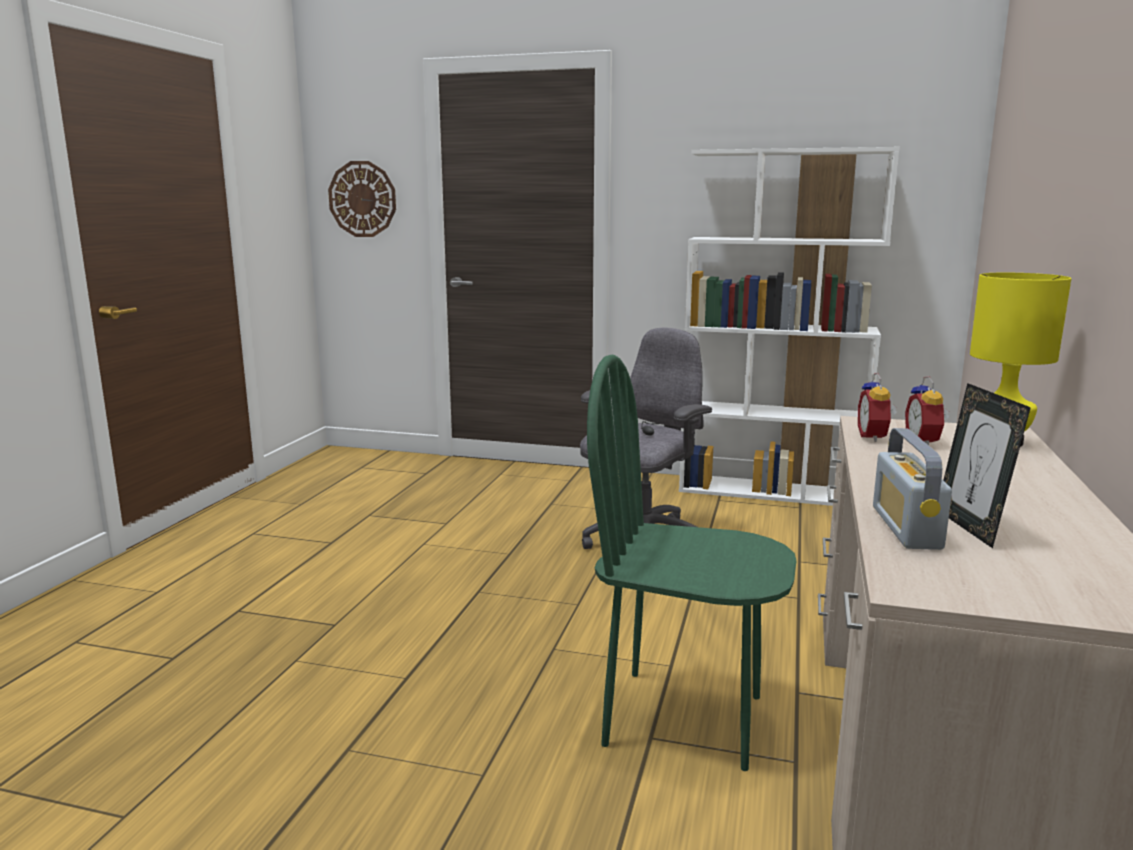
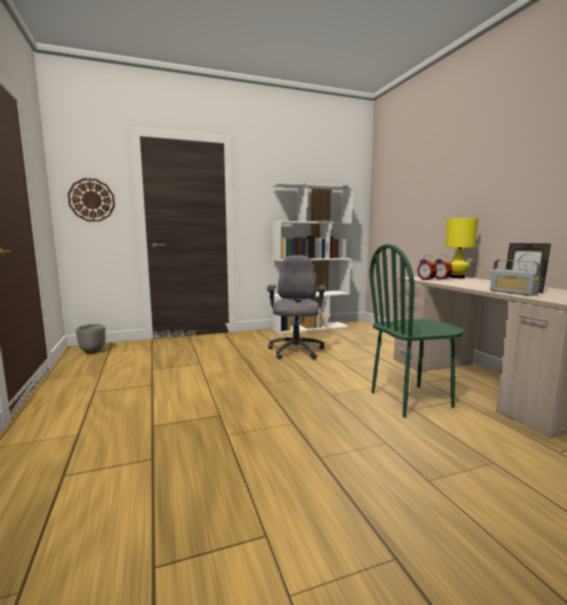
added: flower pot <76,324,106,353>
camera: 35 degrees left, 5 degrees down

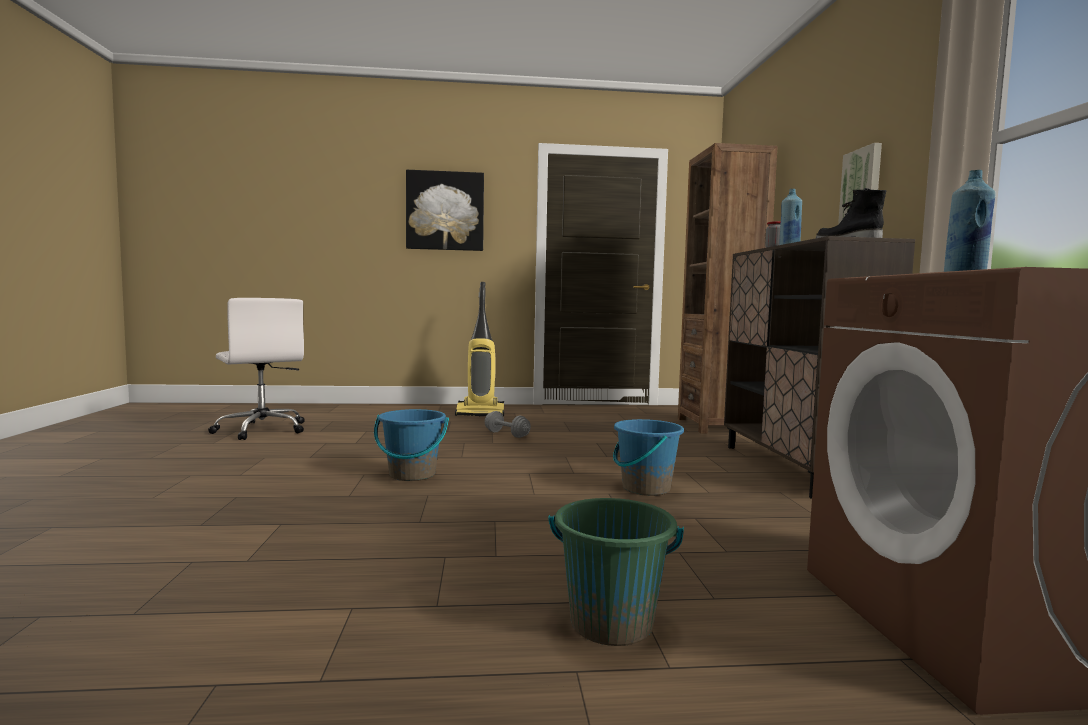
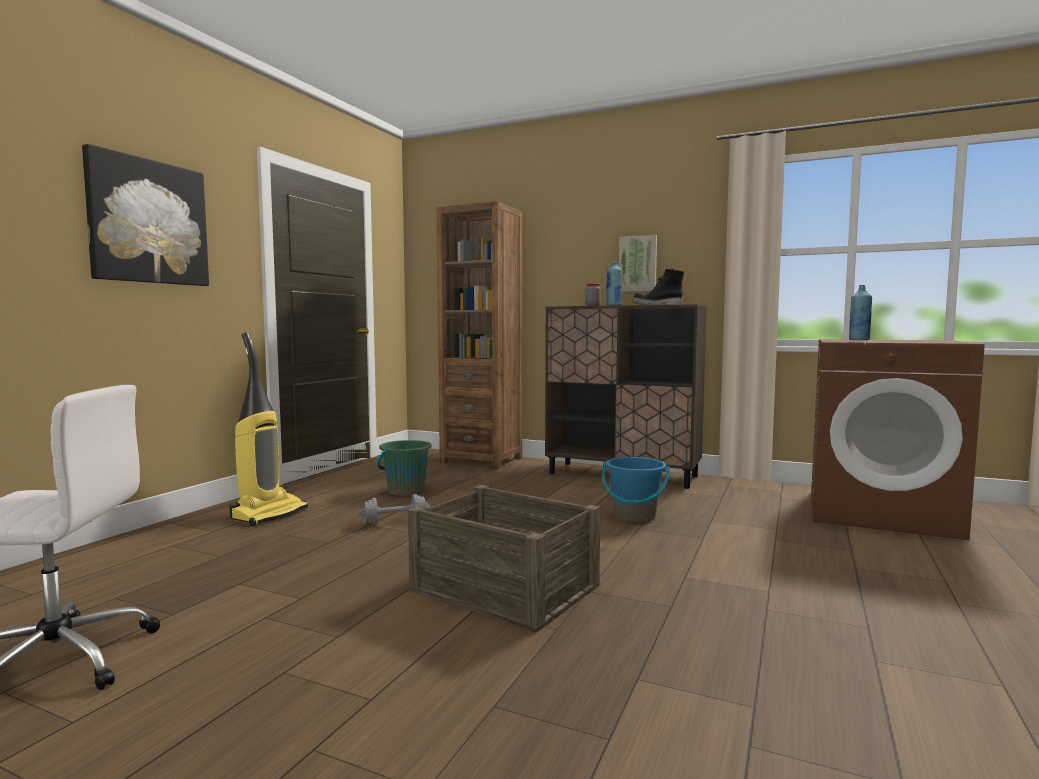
moved: water bucket (green-coloured) <548,498,684,646> to <377,440,432,496>
replaced: water bucket (blue-coloured) <374,409,449,481> to packing crate <408,485,600,633>
camera: 60 degrees left, 0 degrees up

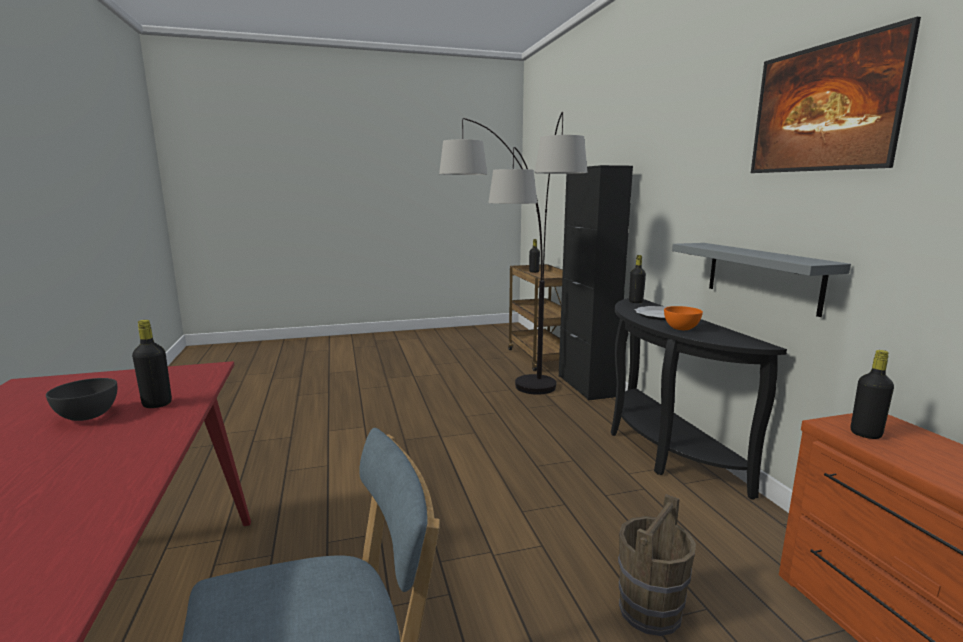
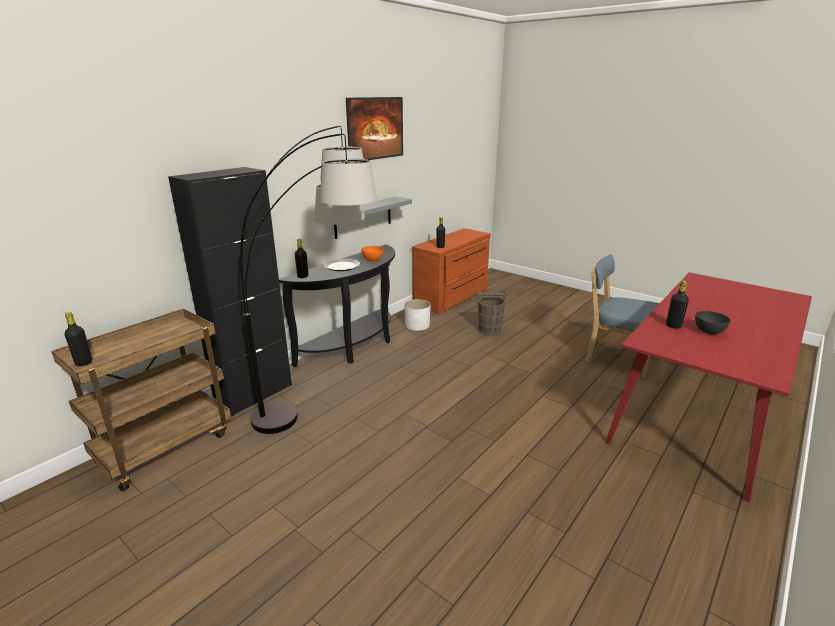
added: flower pot (white) <404,299,430,331>
camera: 125 degrees left, 10 degrees up

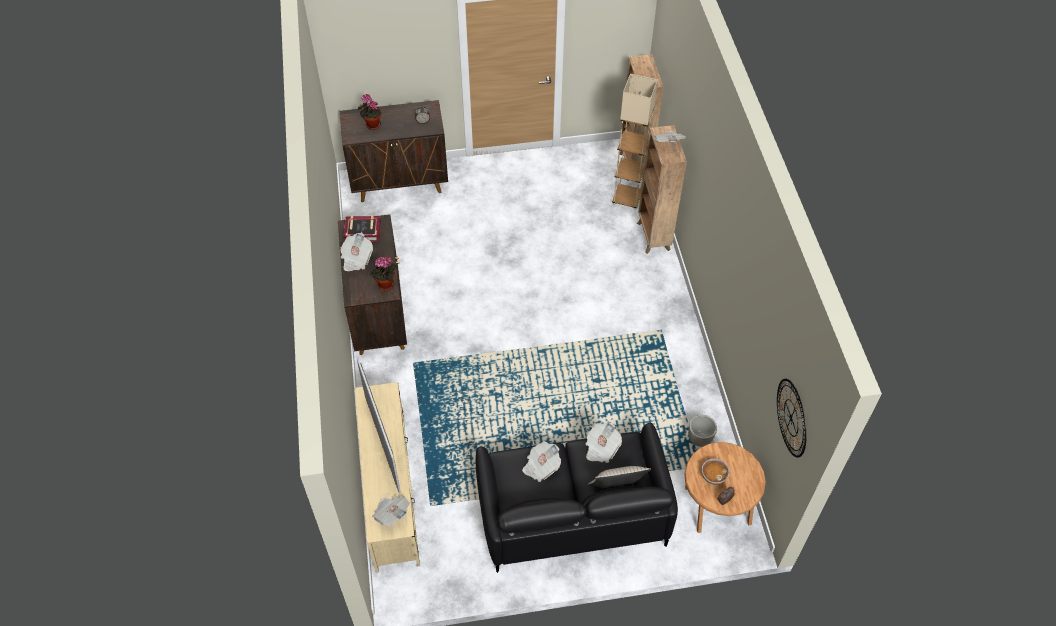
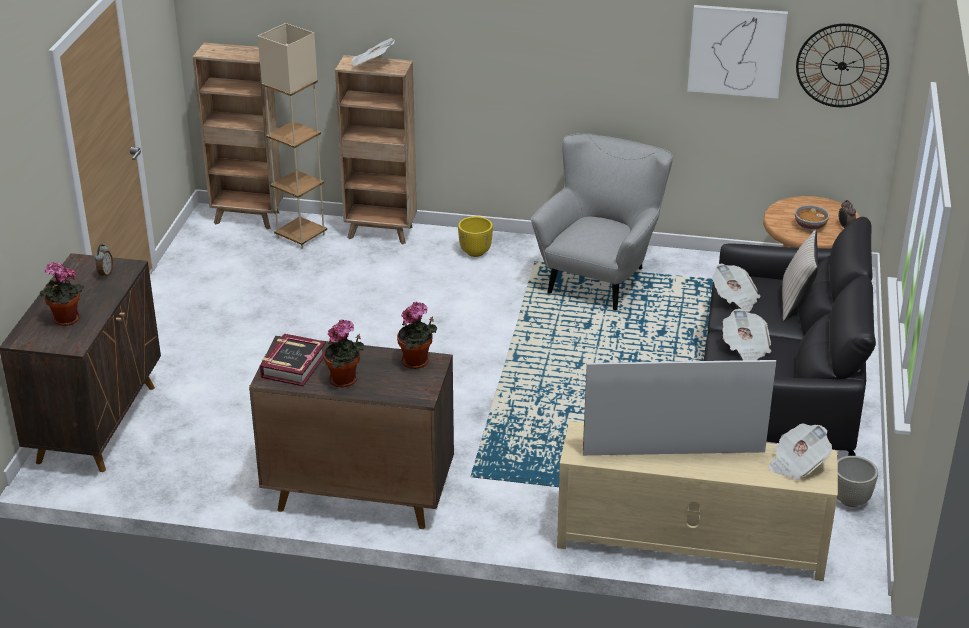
added: flower pot (yellowish) <458,216,493,257>; lounge chair (grey) <531,133,673,310>; wall picture <687,5,788,99>
moved: flower pot (grey) <688,415,717,447> to <837,456,878,507>
replaced: newspaper <340,233,373,271> to houseplant <324,319,365,388>
camera: 70 degrees left, 20 degrees down

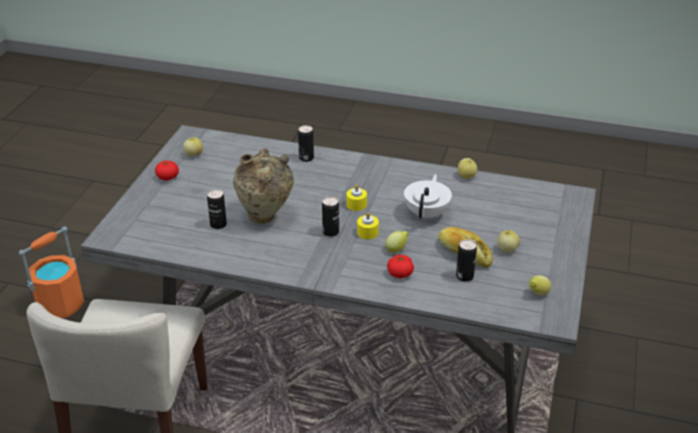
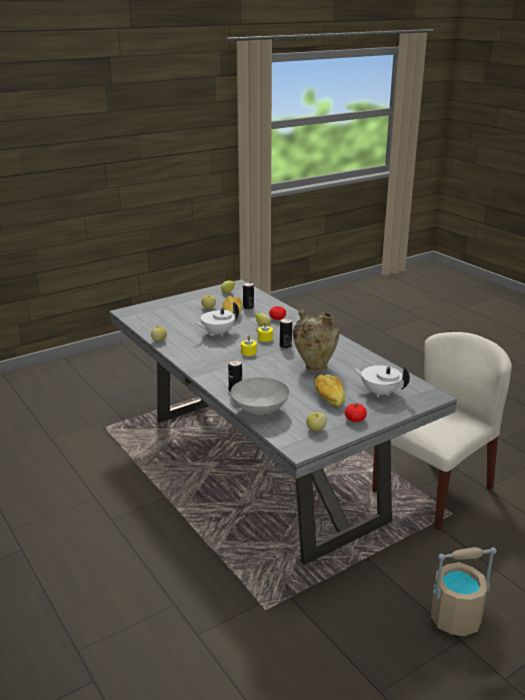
removed: can <207,189,227,229>
added: serving bowl (grey) <231,377,289,415>; bakery bread <314,374,345,407>; teapot (white) <353,365,410,397>
recoloured: water bucket (orange) <19,226,84,318> to water bucket (beige) <431,547,497,636>
camera: 140 degrees left, 10 degrees down

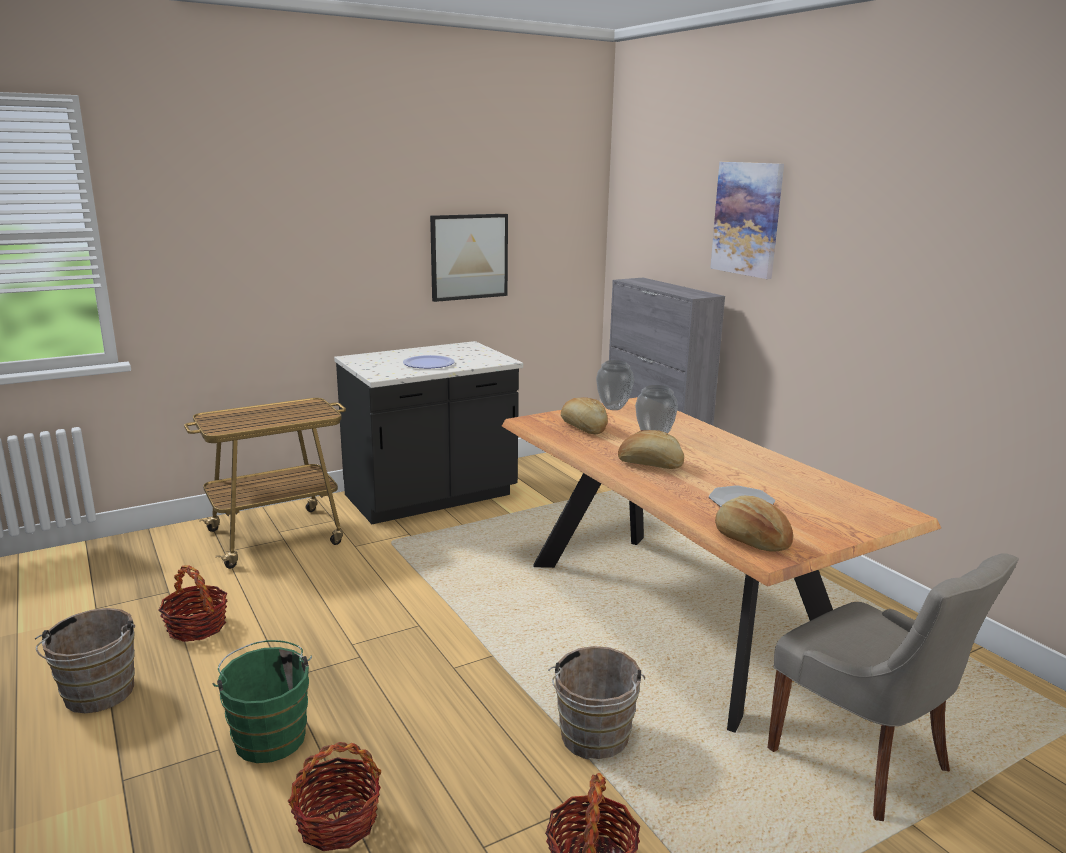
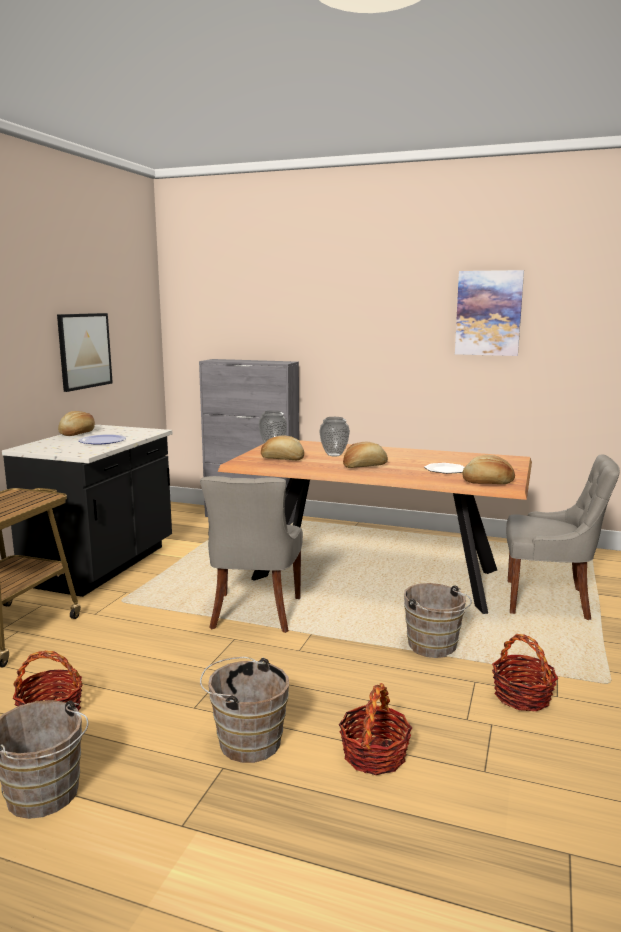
added: bakery bread <58,411,95,436>; chair (grey) <200,476,303,633>
moved: wall picture <710,162,784,279> to <455,270,524,356>
recoloured: water bucket (green-coloured) <213,640,312,763> to water bucket (brown) <200,657,289,763>
camera: 40 degrees left, 5 degrees down

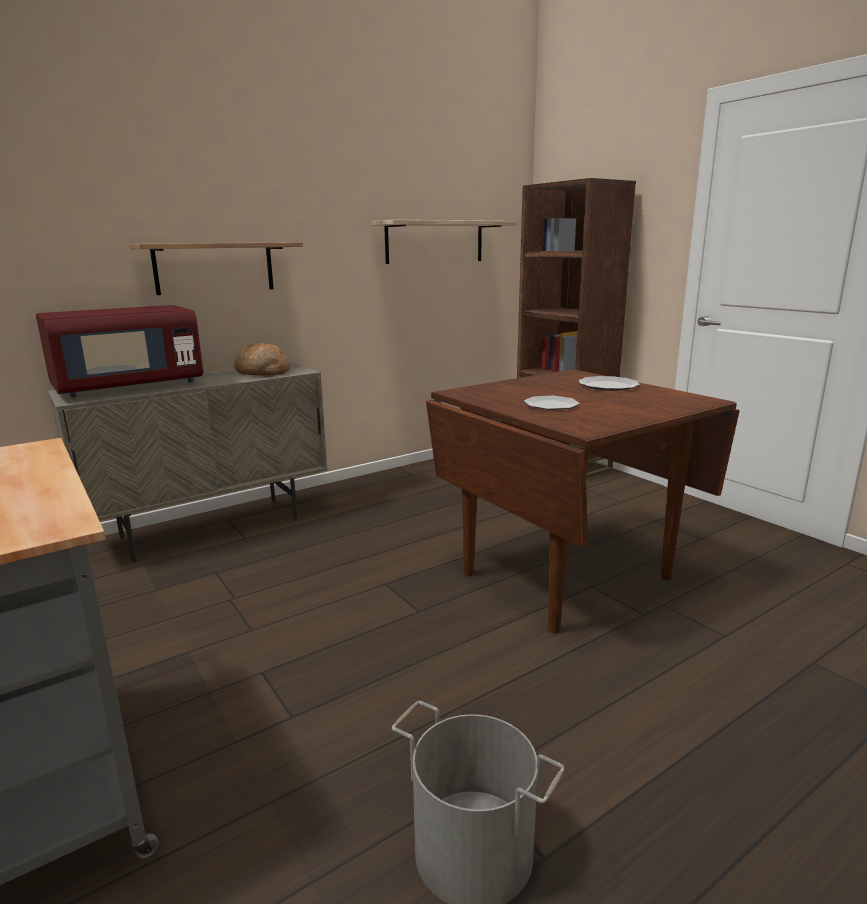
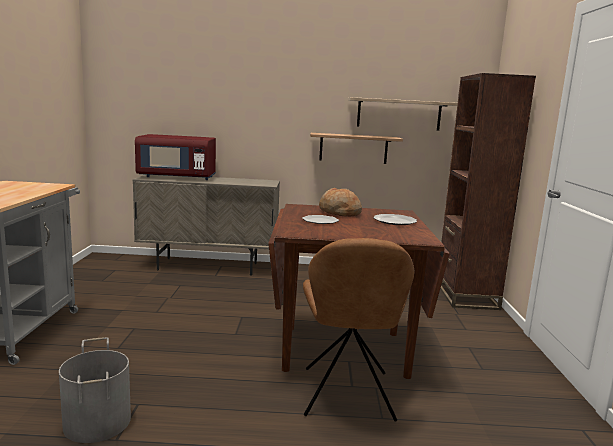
added: chair (brown) <303,238,415,422>
moved: wall shelf <129,242,303,295> to <310,133,403,164>; bakery bread <234,343,290,376> to <319,188,362,216>
camera: 35 degrees right, 5 degrees down

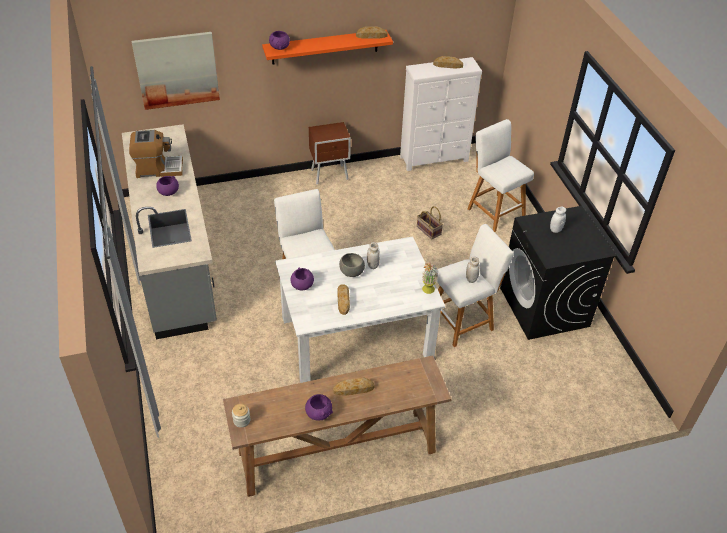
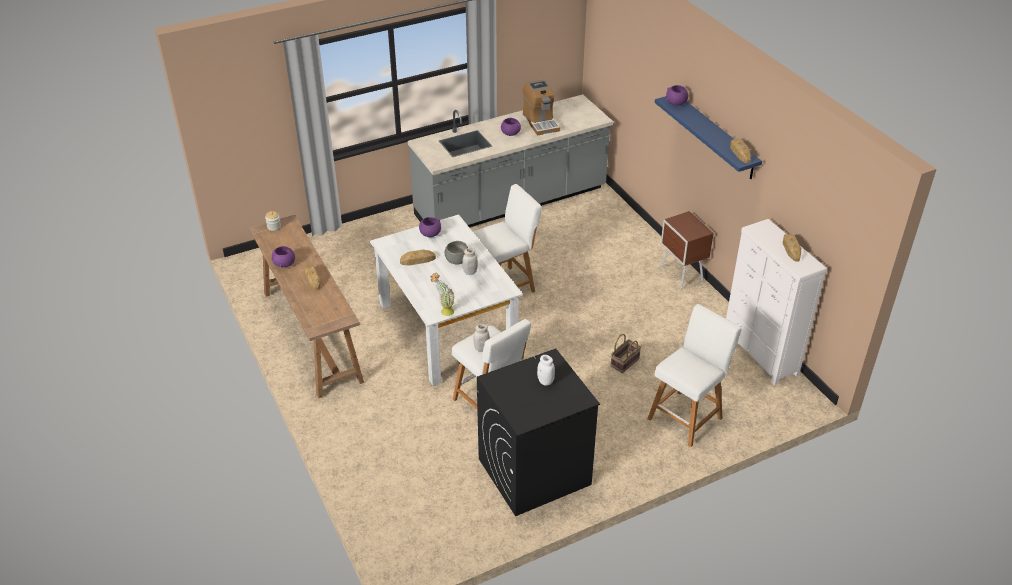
removed: wall picture <131,32,220,110>
recoloured: wall shelf (orange) <262,30,393,65> to wall shelf (blue-coloured) <655,96,762,179>
camera: 80 degrees right, 5 degrees down

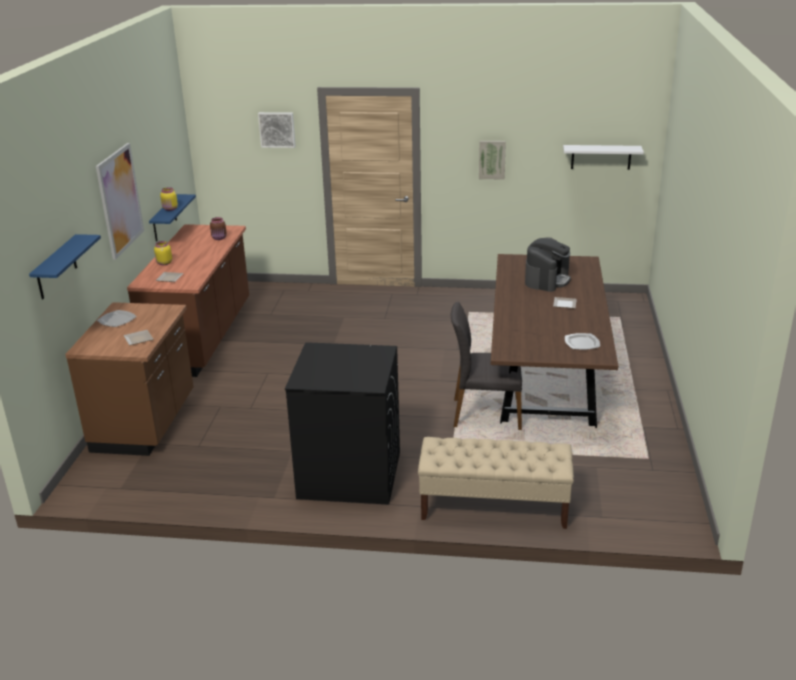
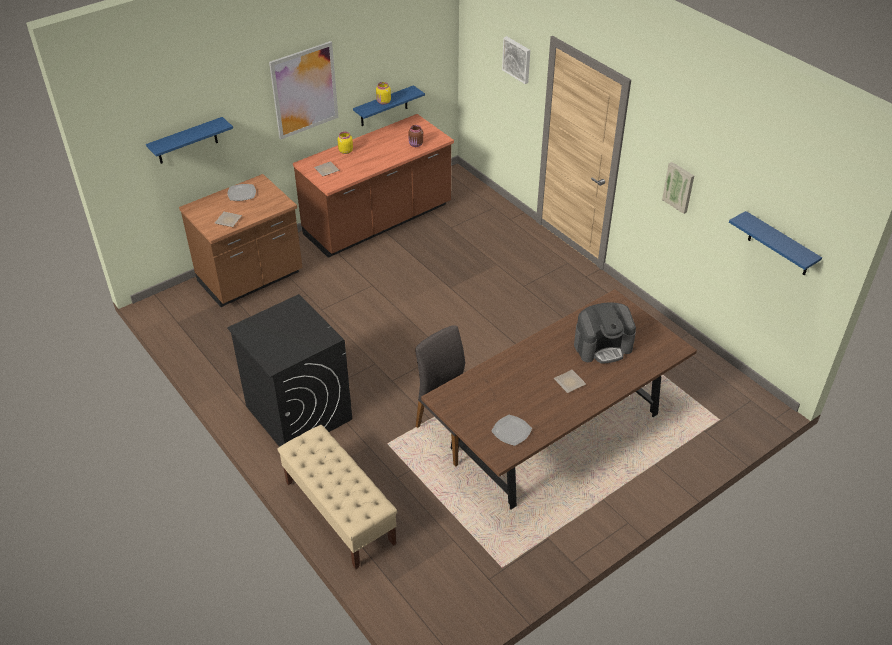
recoloured: wall shelf (white) <563,145,644,170> to wall shelf (blue-coloured) <729,211,822,276>
camera: 45 degrees right, 15 degrees up

